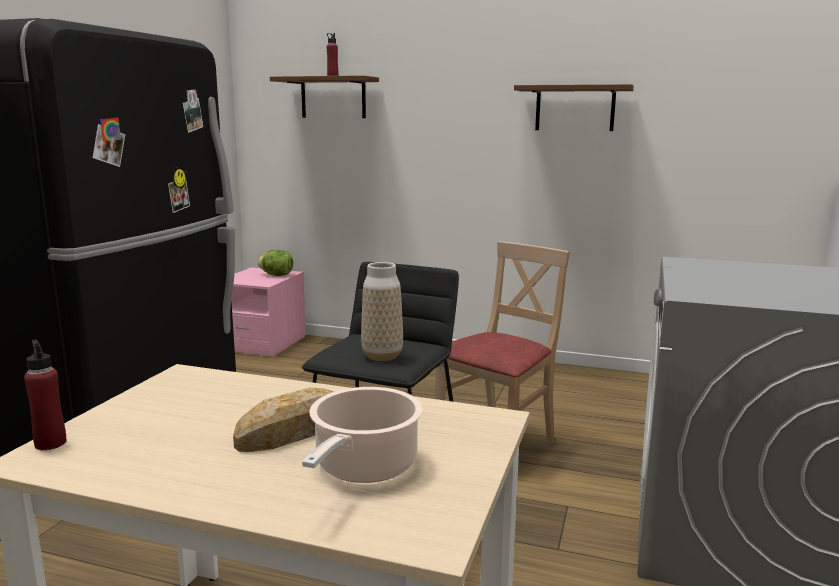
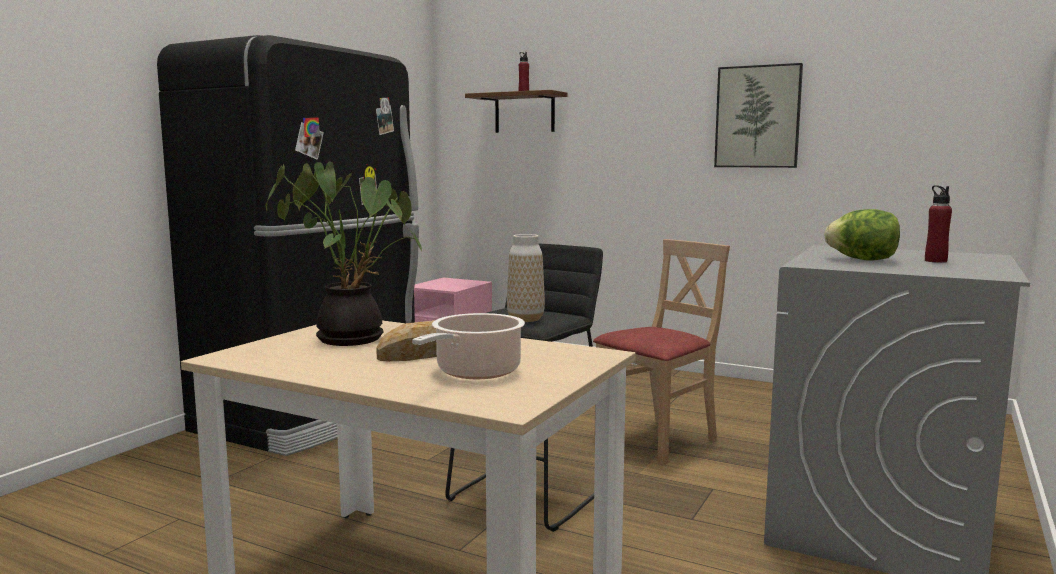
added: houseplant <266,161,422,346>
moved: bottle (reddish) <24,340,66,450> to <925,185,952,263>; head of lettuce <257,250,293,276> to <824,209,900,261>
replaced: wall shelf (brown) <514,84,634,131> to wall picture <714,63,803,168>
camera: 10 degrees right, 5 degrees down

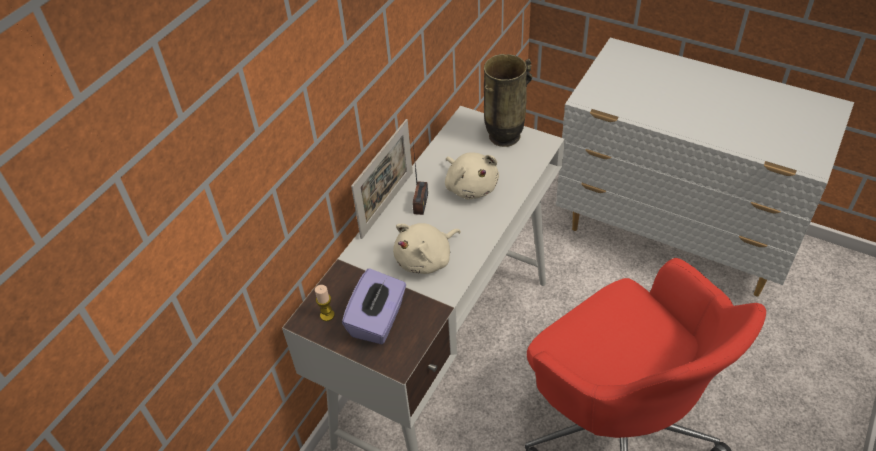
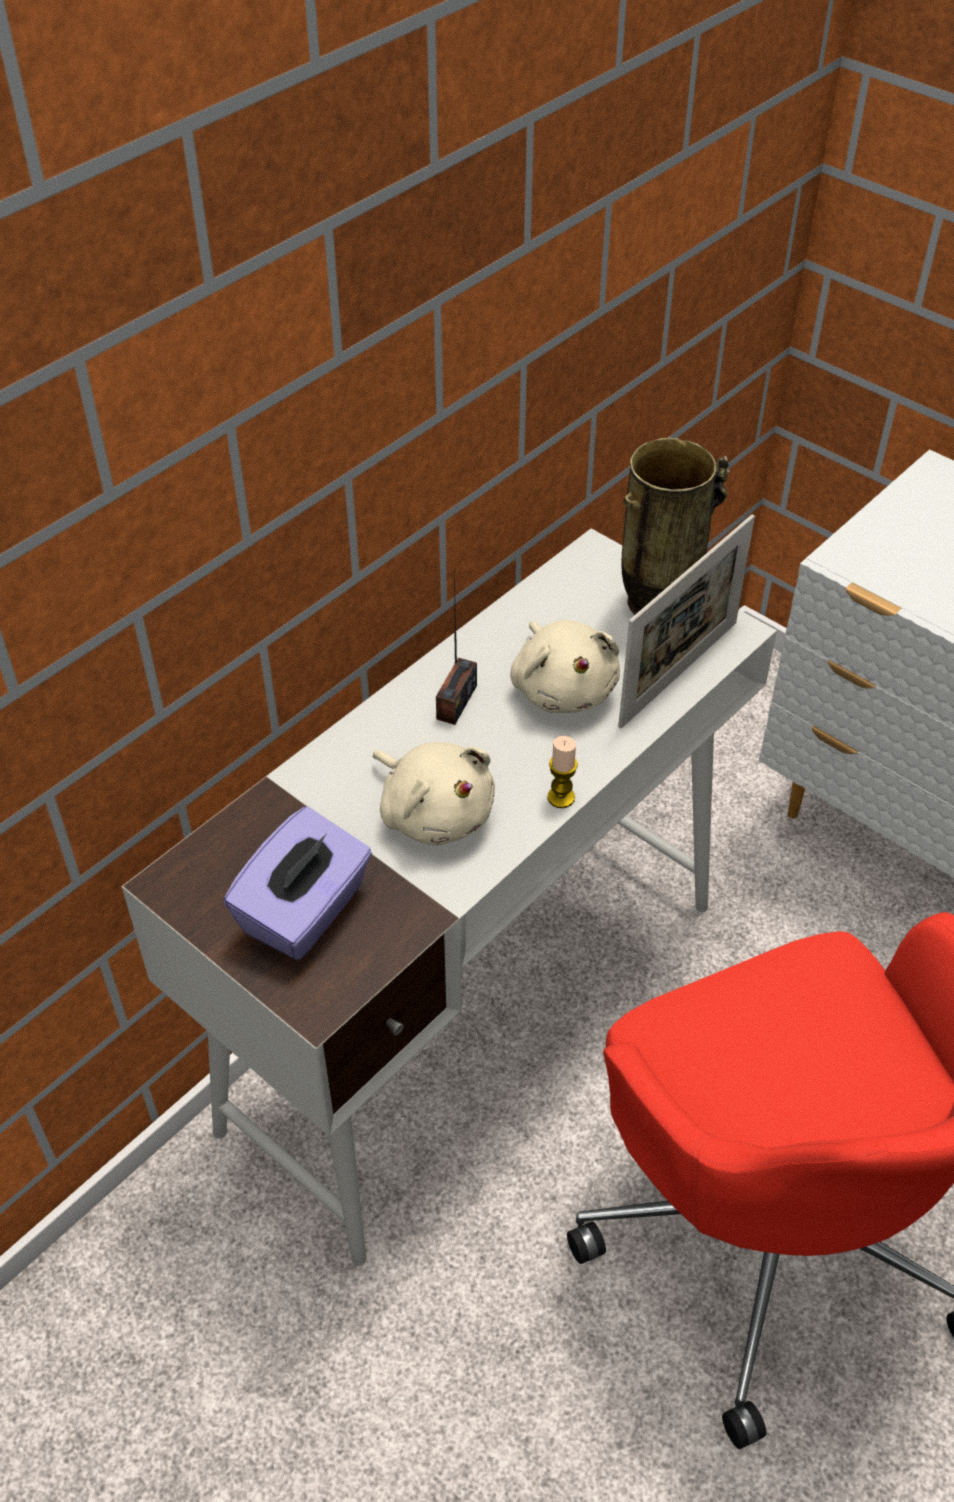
moved: candle <315,285,335,321> to <547,736,578,808>; photo frame <351,119,413,239> to <618,514,755,729>
turned: plush toy (beige) <393,223,461,274> = <373,742,495,846> 105 degrees counterclockwise
camera: 10 degrees right, 0 degrees up

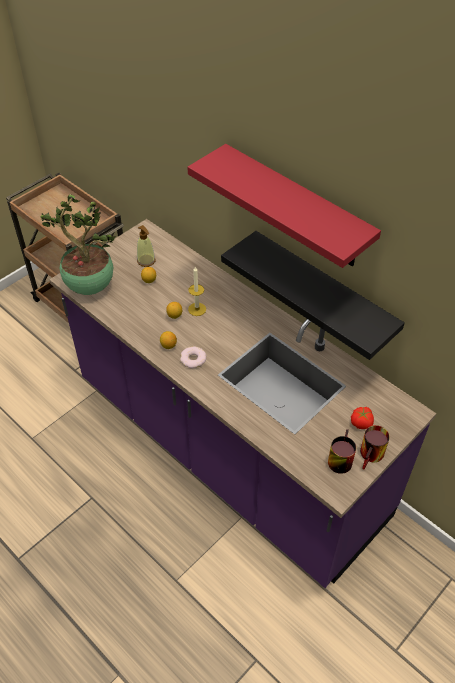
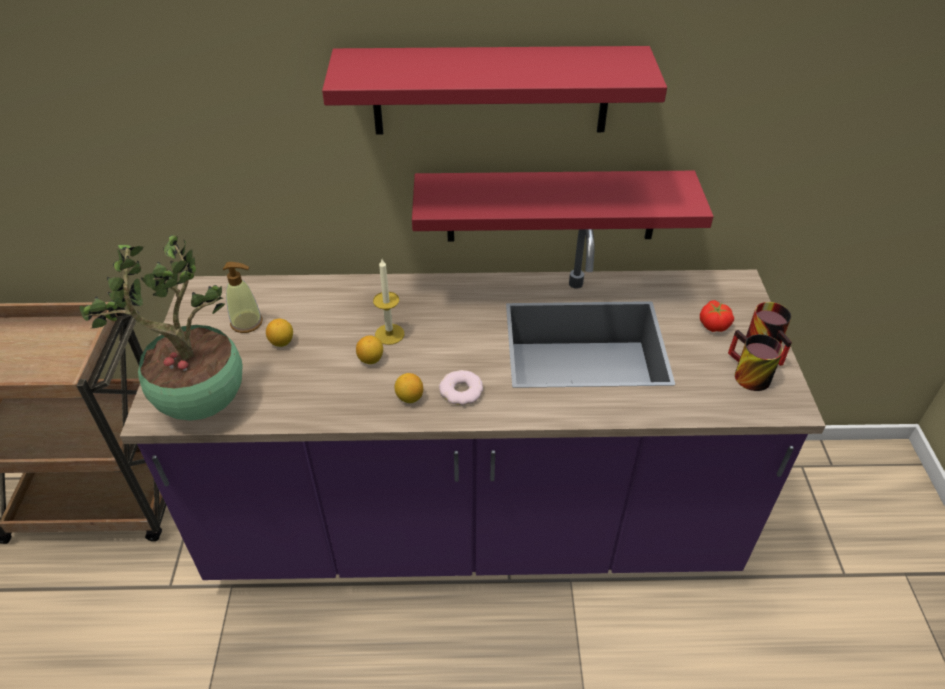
recoloured: wall shelf (black) <221,231,405,360> to wall shelf (reddish) <412,171,714,242>
camera: 45 degrees left, 5 degrees down

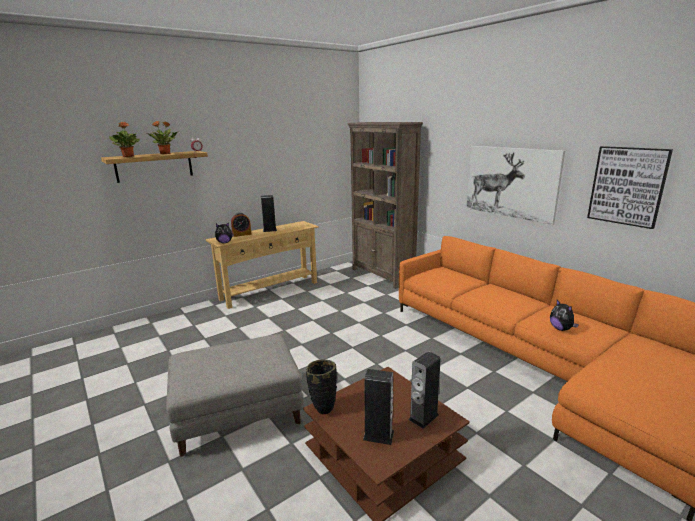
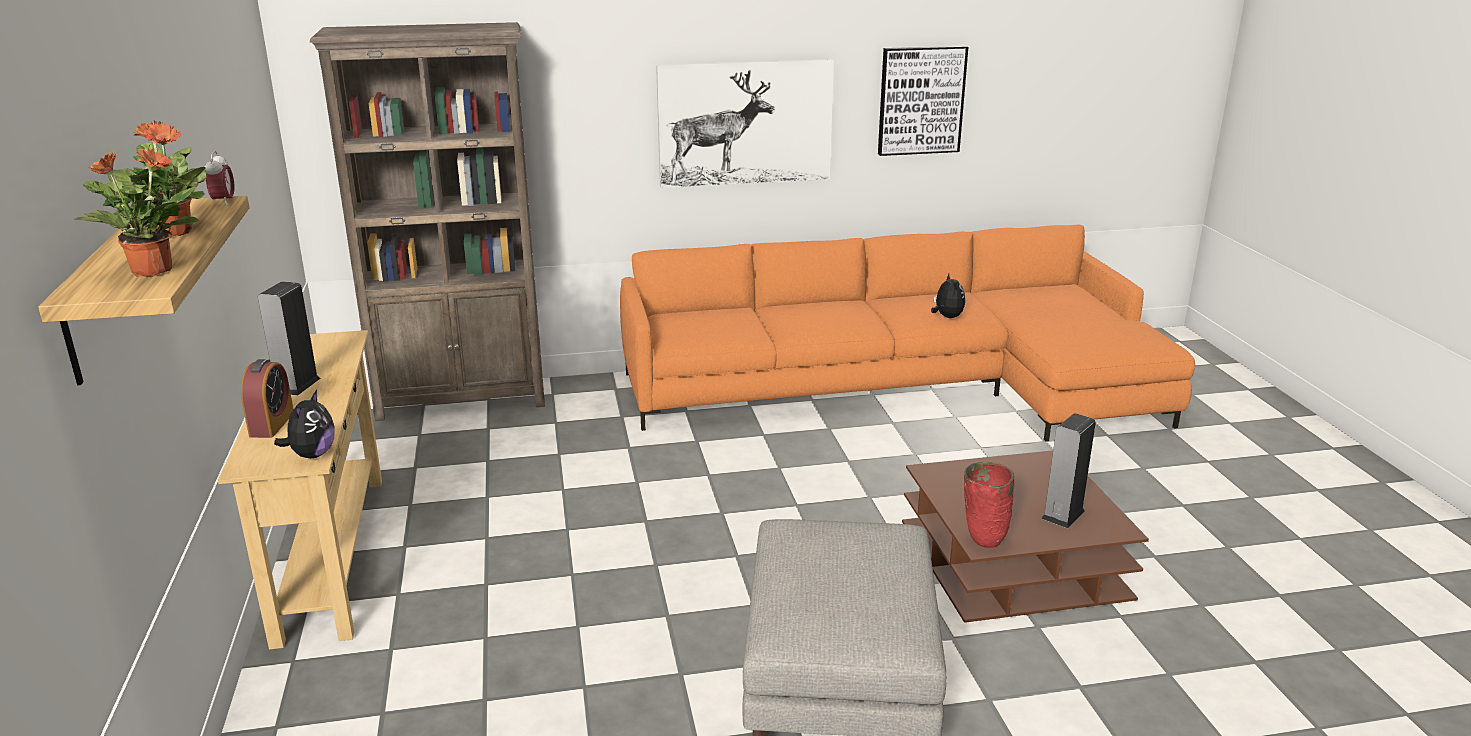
removed: speaker <408,351,441,429>
recoloured: decorative vase (black) <306,359,337,414> to decorative vase (reddish) <964,462,1014,548>
turned: plush toy <550,300,579,331> = <931,274,965,318> 105 degrees counterclockwise
camera: 65 degrees left, 5 degrees up

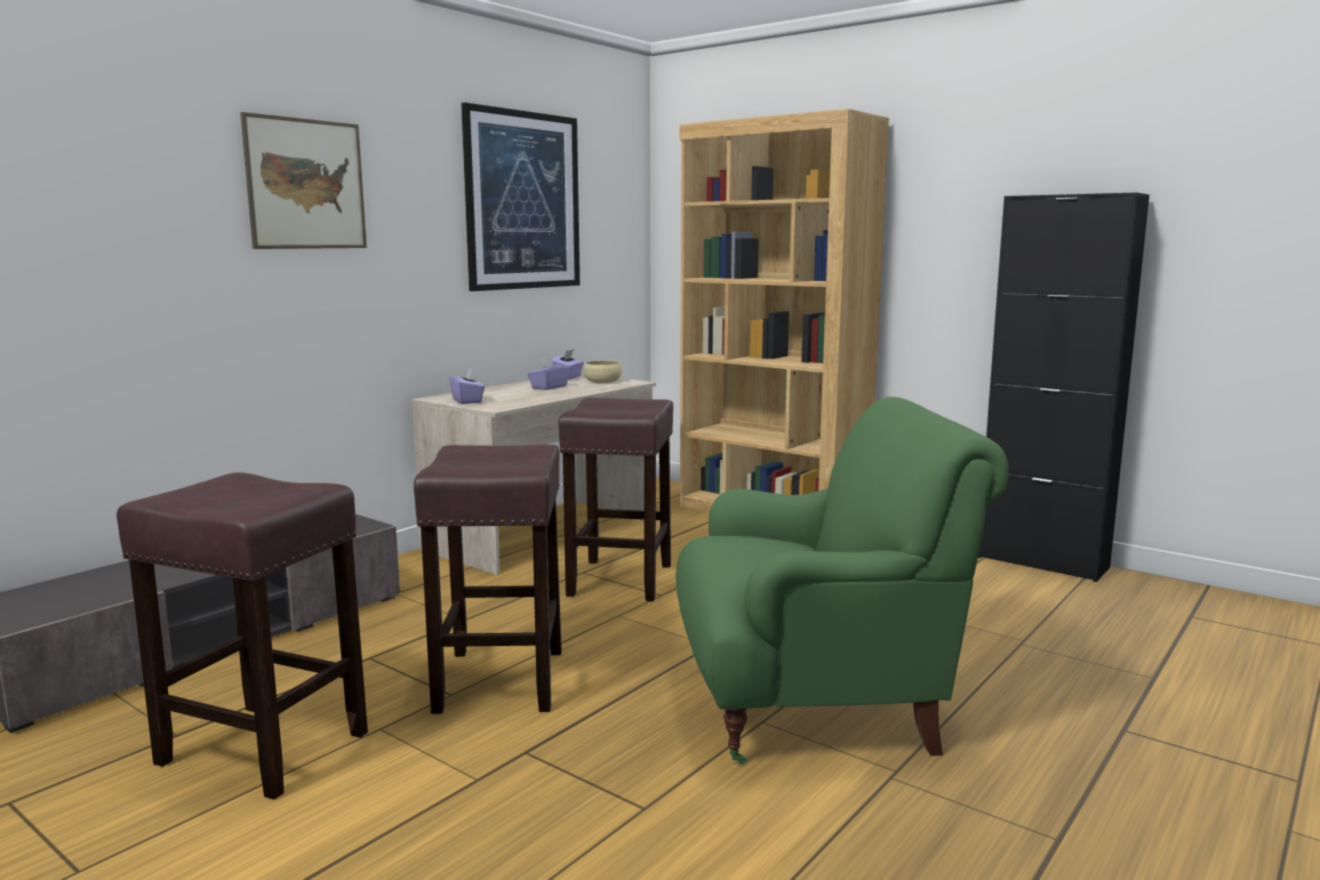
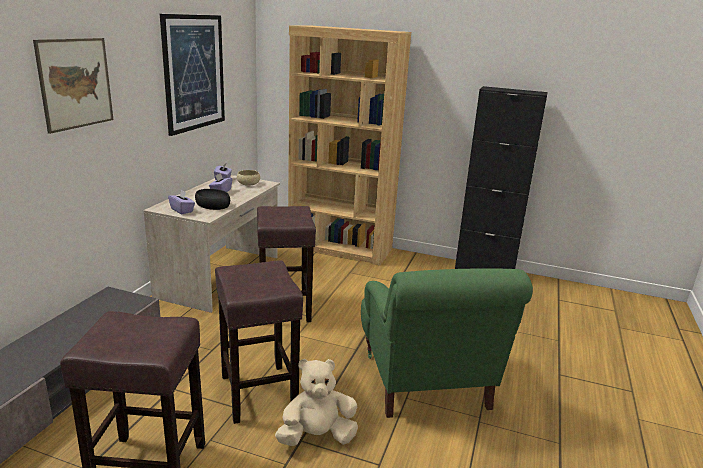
added: serving bowl (black) <195,189,230,210>; plush toy (beige) <275,359,358,446>
turned: lounge chair (green-coloured) <676,397,1009,764> = <361,268,533,418> 105 degrees clockwise
camera: 20 degrees left, 10 degrees up

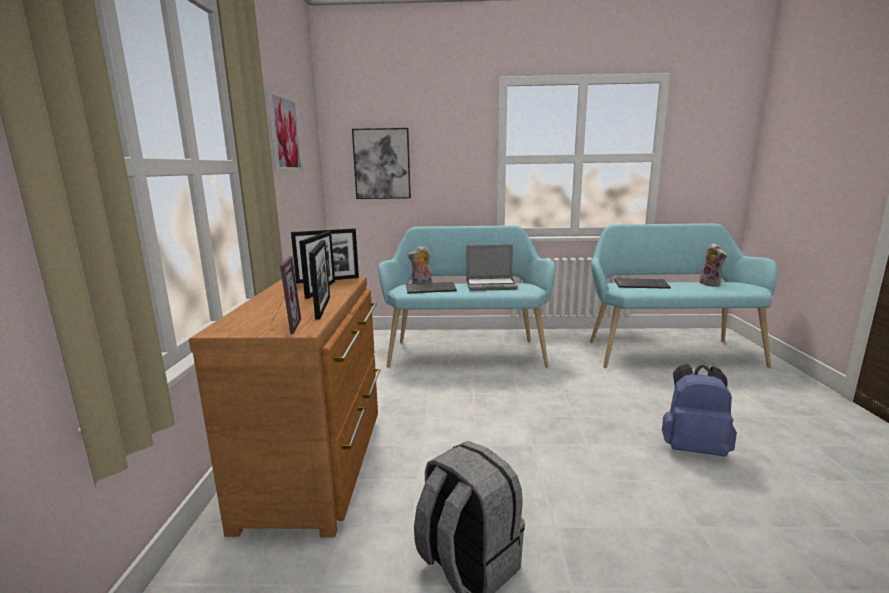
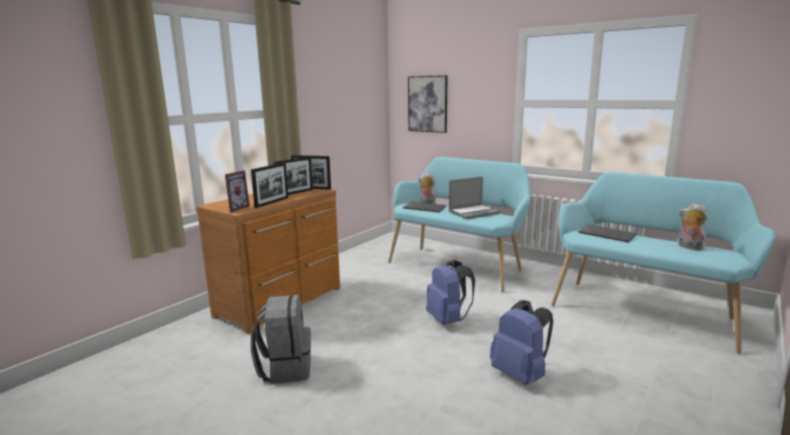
removed: wall picture <267,90,303,171>
added: rucksack (blue-coloured) <426,260,475,325>
turned: portable computer <466,245,518,291> = <449,177,500,219> 60 degrees counterclockwise; plush toy <699,243,727,287> = <678,204,708,250> 120 degrees clockwise
camera: 35 degrees right, 0 degrees up

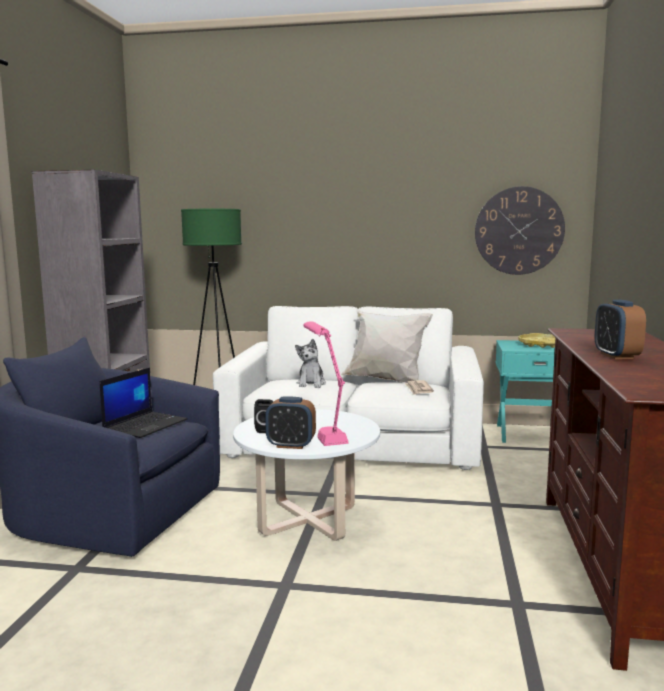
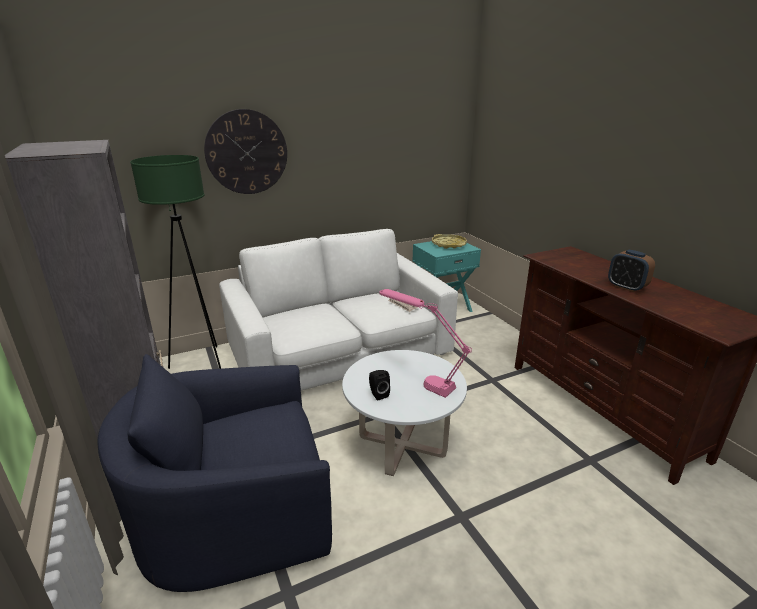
removed: portable computer <100,368,188,438>; alarm clock <265,397,316,449>; plush toy <295,339,326,388>; cushion (white) <341,309,433,383>
moved: wall clock <475,186,565,275> to <204,109,287,194>
camera: 35 degrees left, 15 degrees up

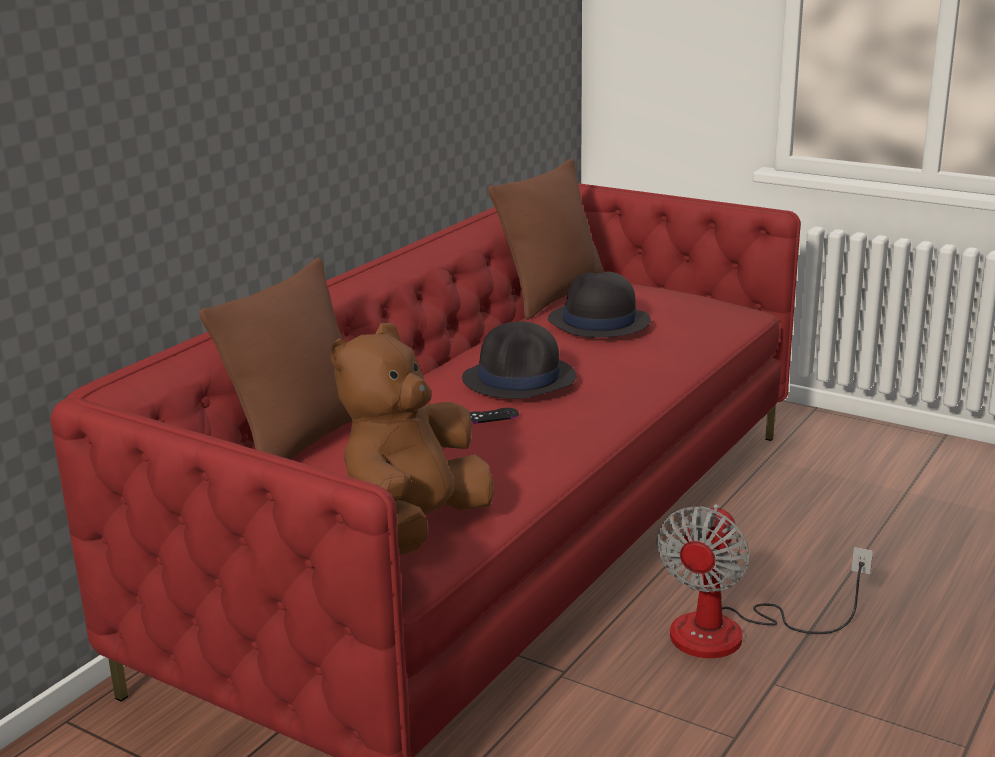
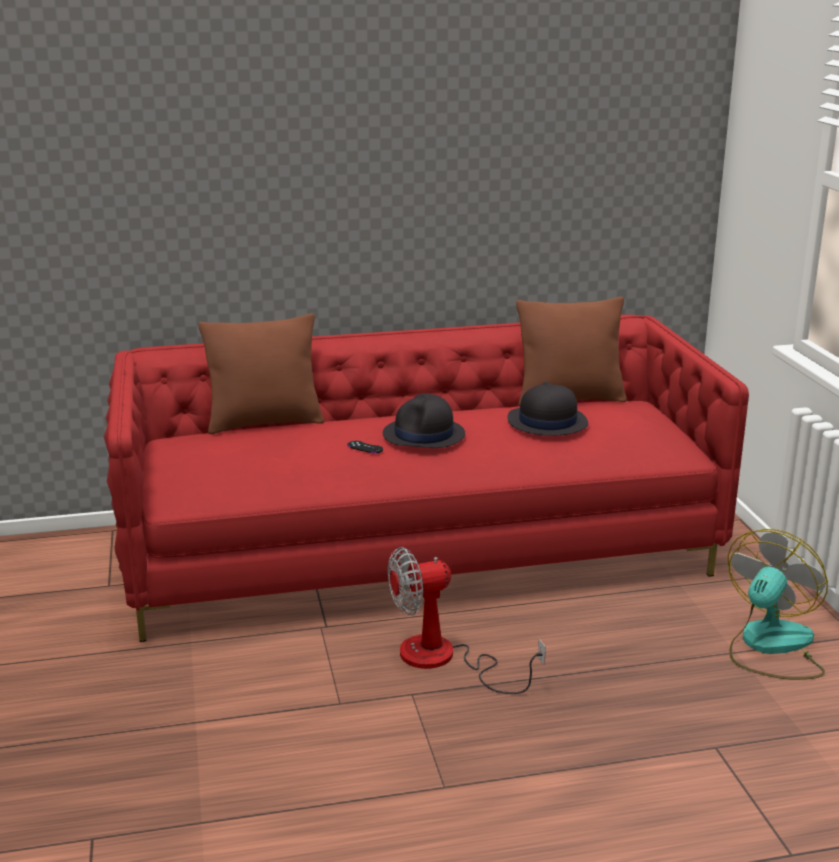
removed: plush toy (brown) <330,323,494,556>
added: fan <728,529,828,680>
camera: 45 degrees right, 0 degrees up

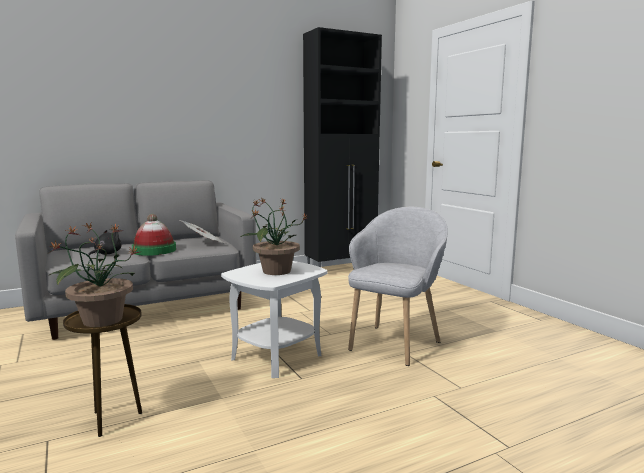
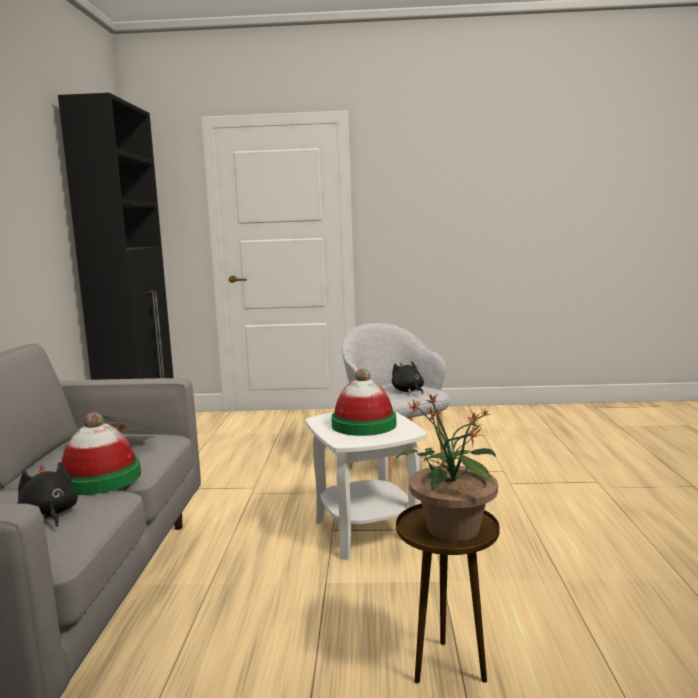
added: plush toy (black) <392,361,424,394>
replaced: houseplant <239,198,308,275> to wearable hat <331,369,396,436>
camera: 60 degrees left, 0 degrees up

